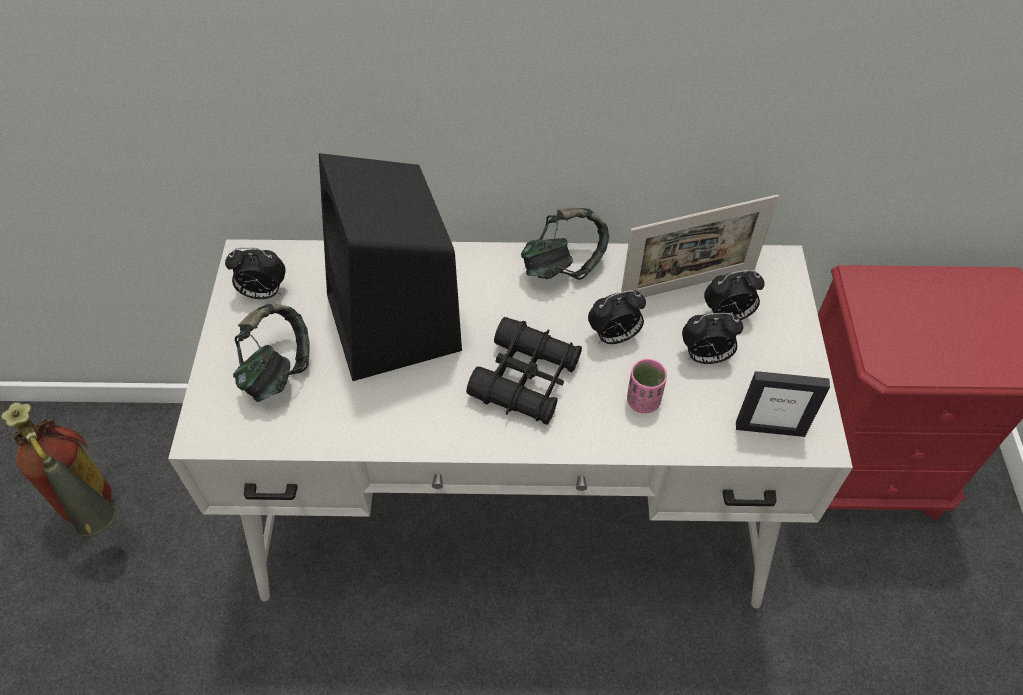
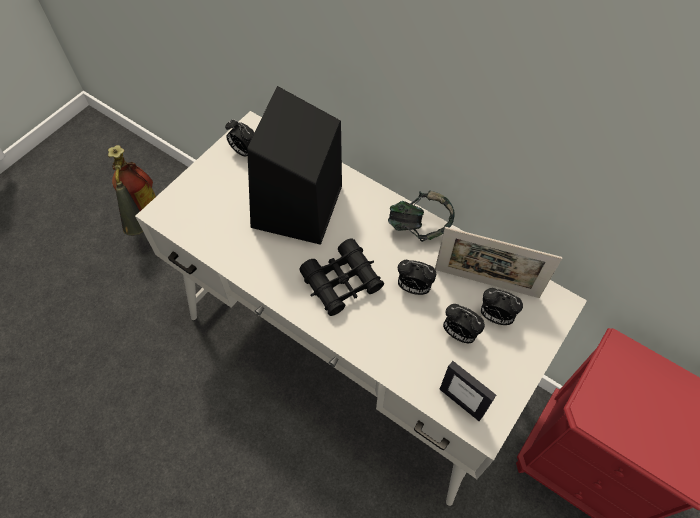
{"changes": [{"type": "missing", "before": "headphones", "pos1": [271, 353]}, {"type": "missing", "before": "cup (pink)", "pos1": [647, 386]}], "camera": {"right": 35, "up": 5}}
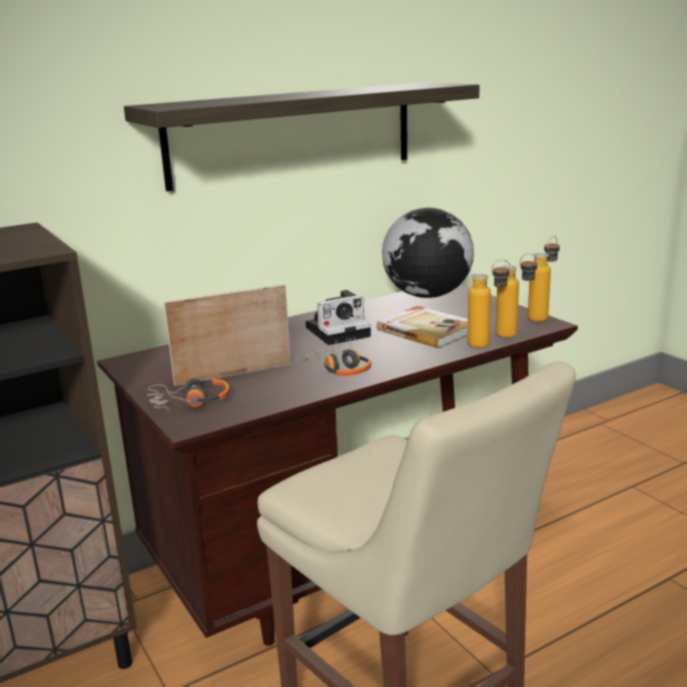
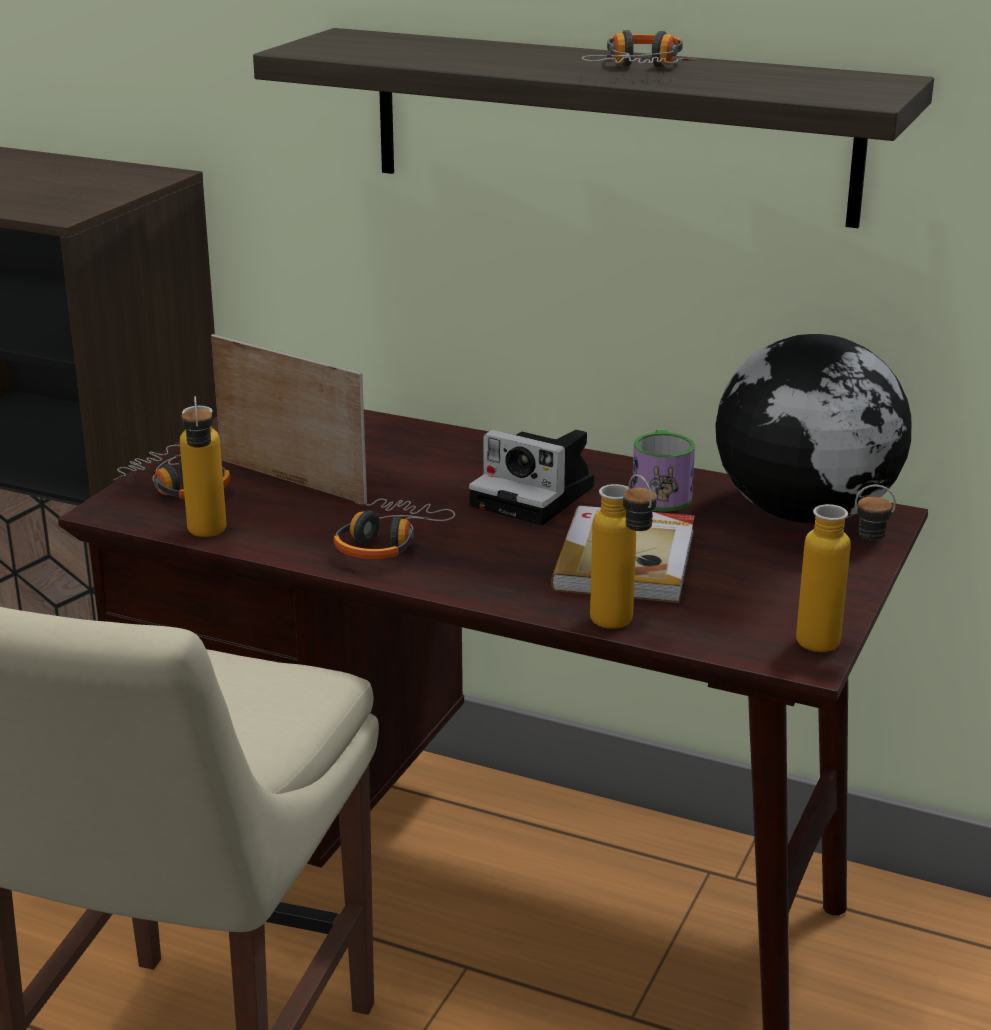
{"changes": [{"type": "appeared", "after": "headphones", "pos2": [639, 48]}, {"type": "appeared", "after": "mug", "pos2": [663, 470]}, {"type": "relocated", "before": "bottle", "pos1": [517, 295], "pos2": [203, 466]}], "camera": {"right": 55, "up": 5}}
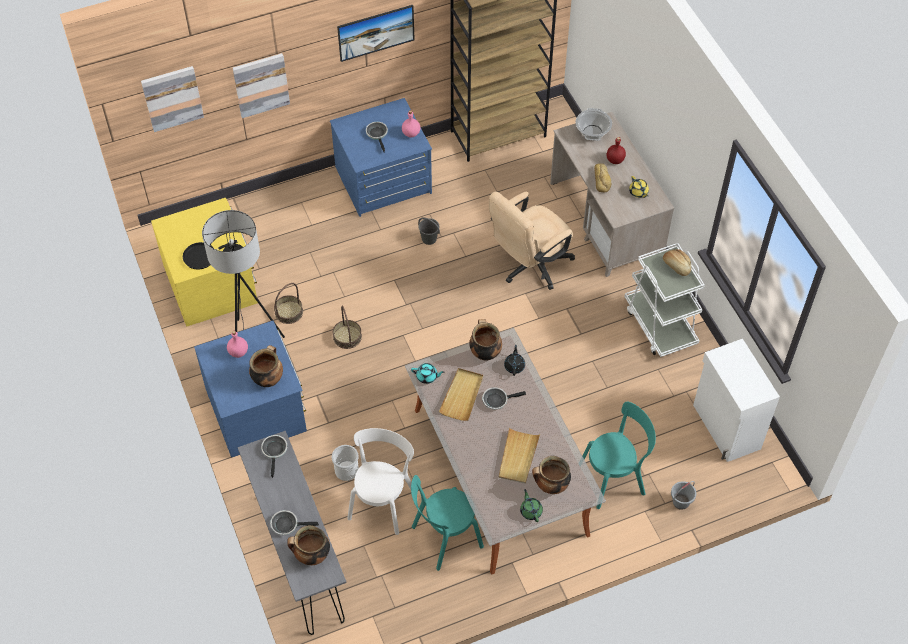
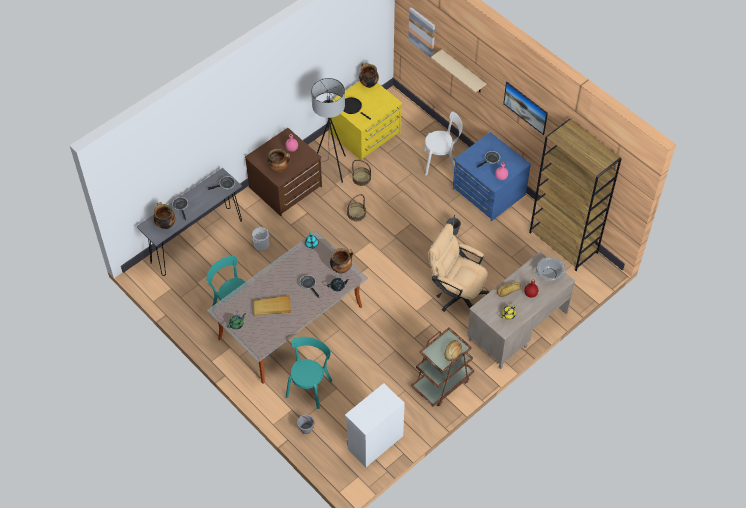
{"changes": [{"type": "missing", "before": "tray (beige)", "pos1": [461, 394]}, {"type": "relocated", "before": "chair (white)", "pos1": [380, 481], "pos2": [443, 143]}, {"type": "relocated", "before": "cooking pot", "pos1": [551, 475], "pos2": [369, 75]}, {"type": "exchanged", "before": "picture", "after": "shelf (beige)", "pos1": [261, 85], "pos2": [458, 71]}, {"type": "colour", "before": "dresser (blue)", "after": "dresser (brown)", "pos1": [250, 389], "pos2": [283, 172]}, {"type": "colour", "before": "cart (white)", "after": "cart (brown)", "pos1": [664, 300], "pos2": [442, 366]}, {"type": "spun", "before": "chair (turquoise)", "pos1": [619, 455], "pos2": [309, 373], "turn": -120}], "camera": {"right": 70, "up": 0}}
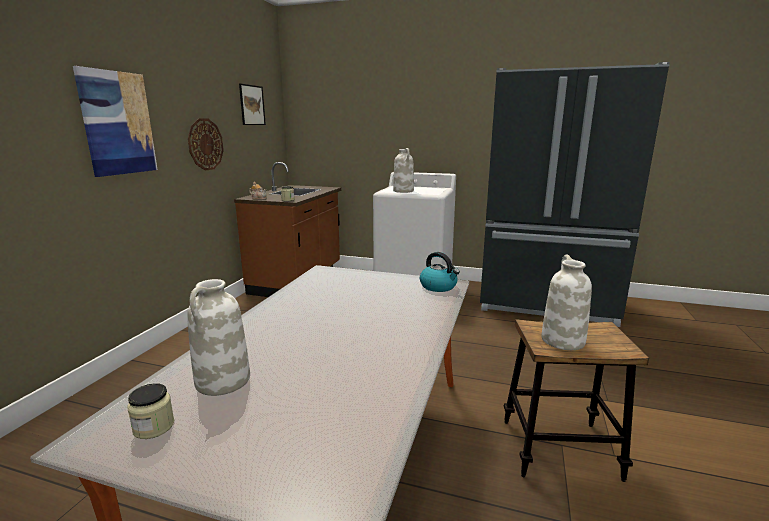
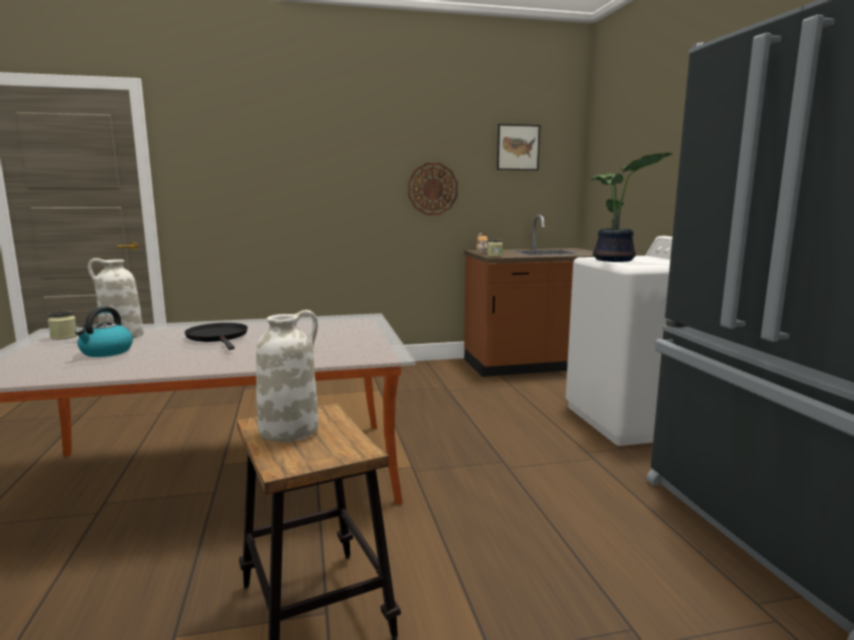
{"changes": [{"type": "missing", "before": "picture", "pos1": [115, 121]}, {"type": "appeared", "after": "frying pan (black)", "pos2": [216, 336]}, {"type": "relocated", "before": "kettle", "pos1": [440, 272], "pos2": [104, 331]}, {"type": "exchanged", "before": "vase (white)", "after": "potted plant", "pos1": [403, 170], "pos2": [631, 207]}], "camera": {"right": 60, "up": -5}}
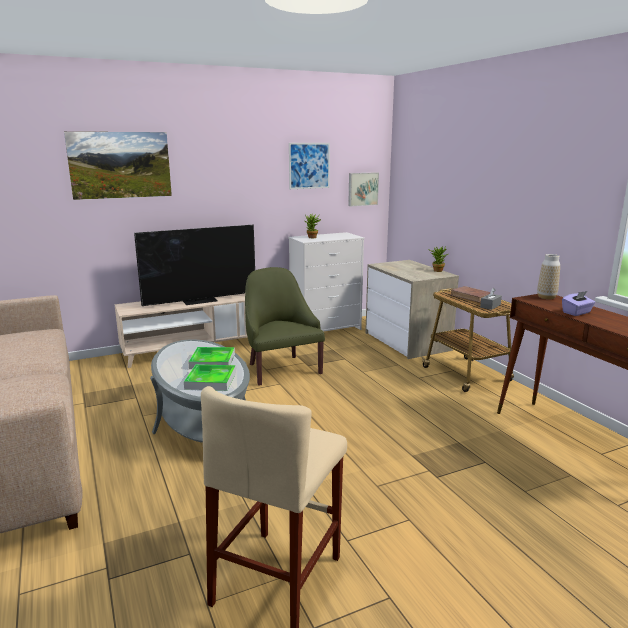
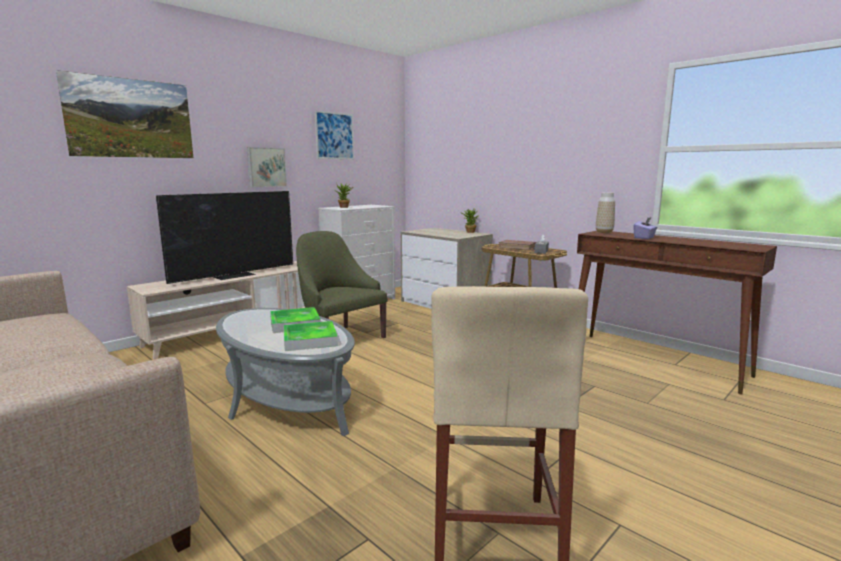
{"changes": [{"type": "relocated", "before": "picture", "pos1": [363, 189], "pos2": [267, 167]}], "camera": {"right": -20, "up": -5}}
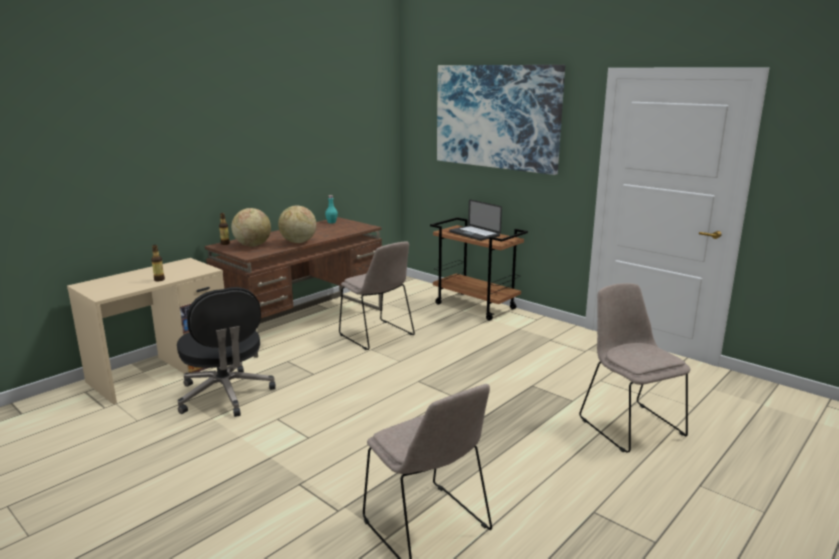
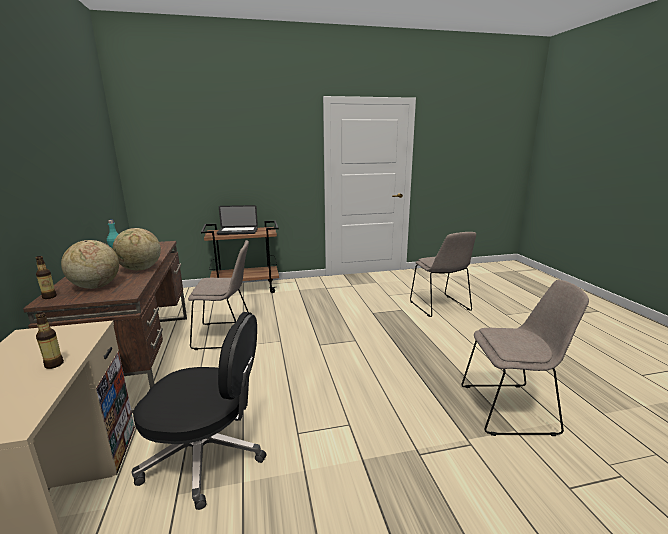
{"changes": [{"type": "missing", "before": "picture", "pos1": [501, 120]}, {"type": "spun", "before": "chair (beige)", "pos1": [634, 368], "pos2": [443, 274], "turn": -120}], "camera": {"right": -55, "up": 0}}
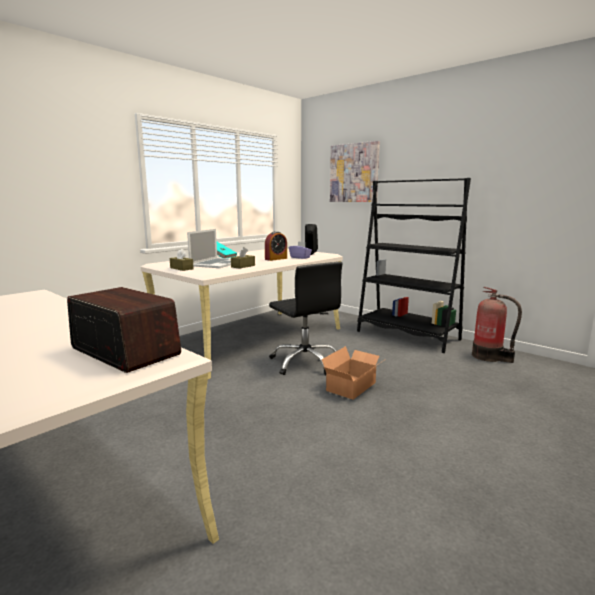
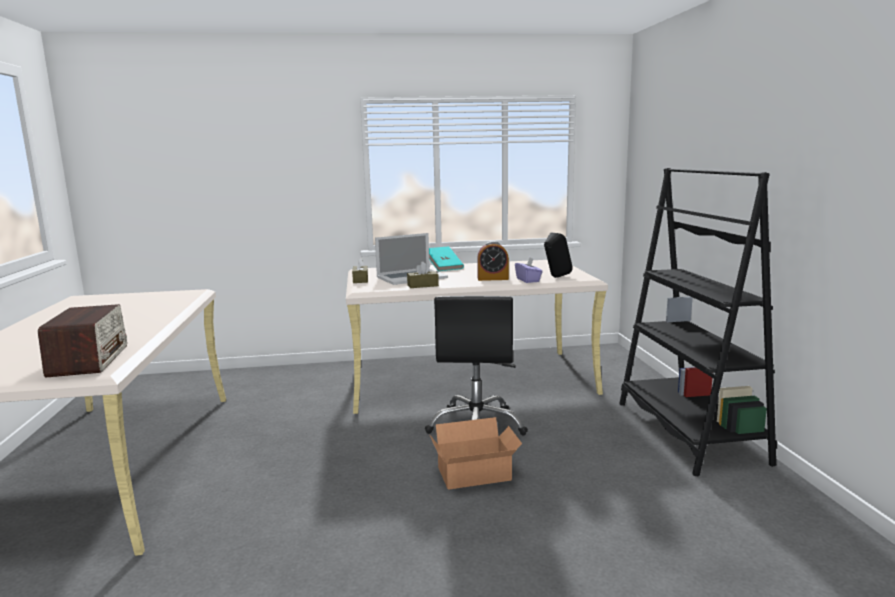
{"changes": [{"type": "missing", "before": "picture", "pos1": [355, 171]}, {"type": "missing", "before": "fire extinguisher", "pos1": [497, 325]}], "camera": {"right": 40, "up": 0}}
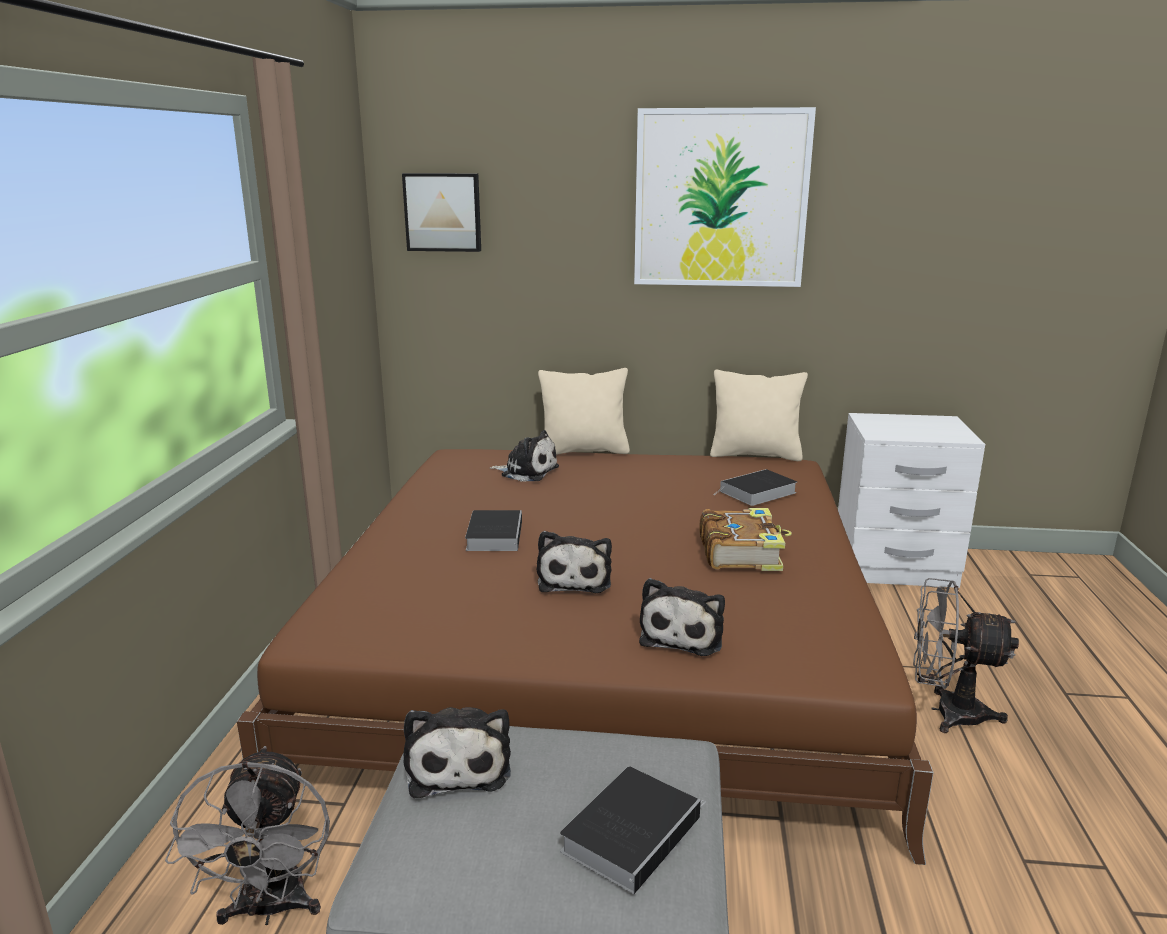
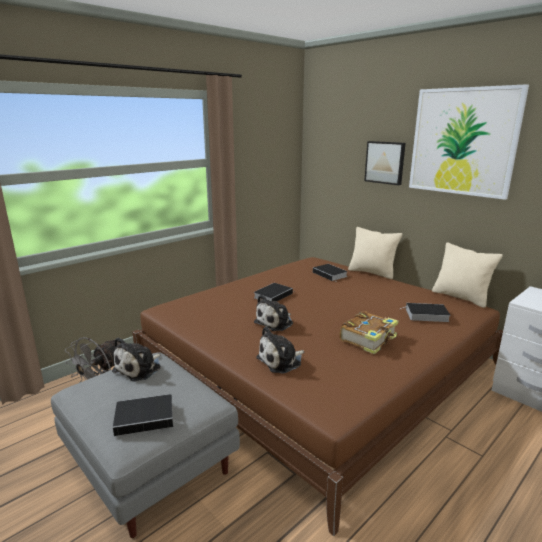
{"changes": [{"type": "missing", "before": "fan (grey)", "pos1": [966, 655]}, {"type": "relocated", "before": "picture", "pos1": [441, 212], "pos2": [385, 163]}, {"type": "exchanged", "before": "plush toy", "after": "book", "pos1": [524, 456], "pos2": [330, 272]}], "camera": {"right": 40, "up": 0}}
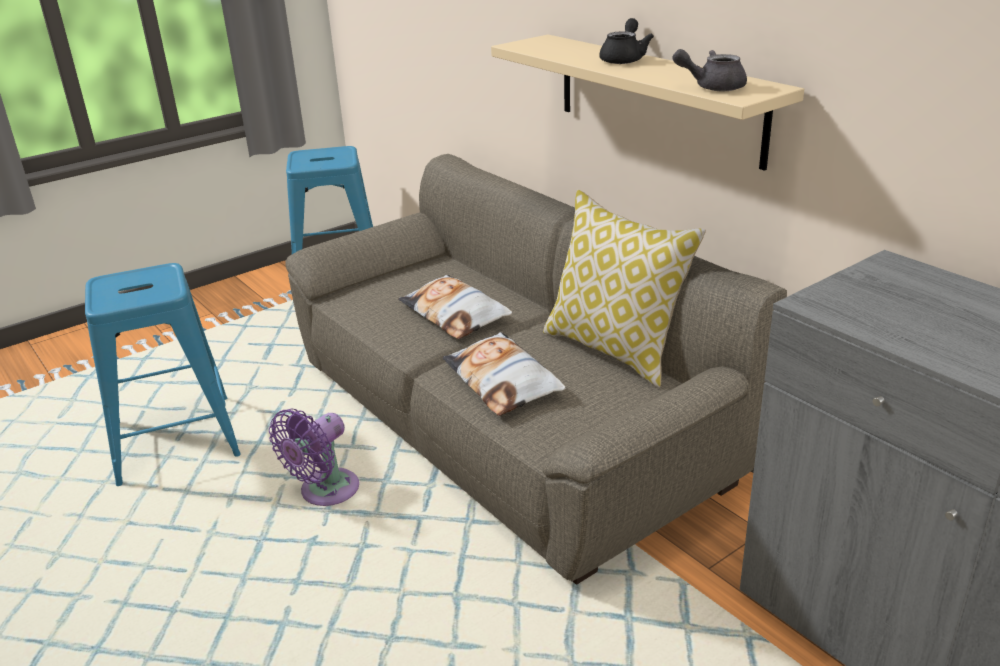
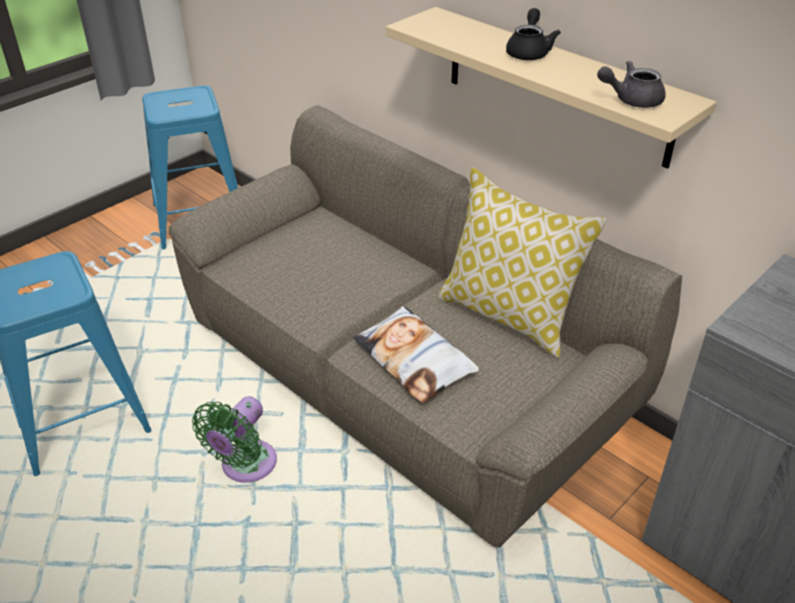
{"changes": [{"type": "missing", "before": "pillow", "pos1": [455, 307]}, {"type": "colour", "before": "fan (purple)", "after": "fan (green)", "pos1": [314, 457], "pos2": [234, 439]}], "camera": {"right": -10, "up": 10}}
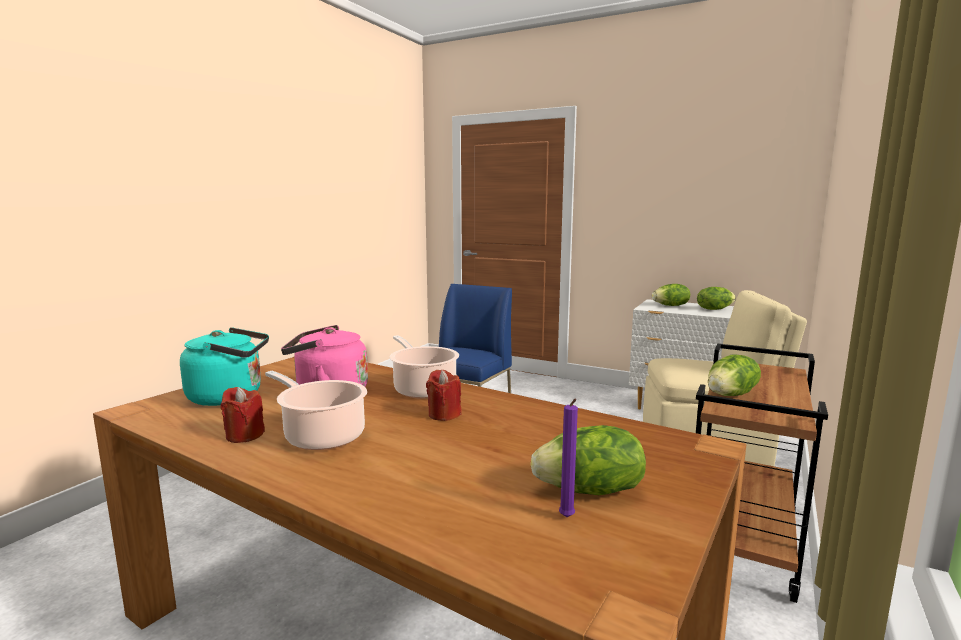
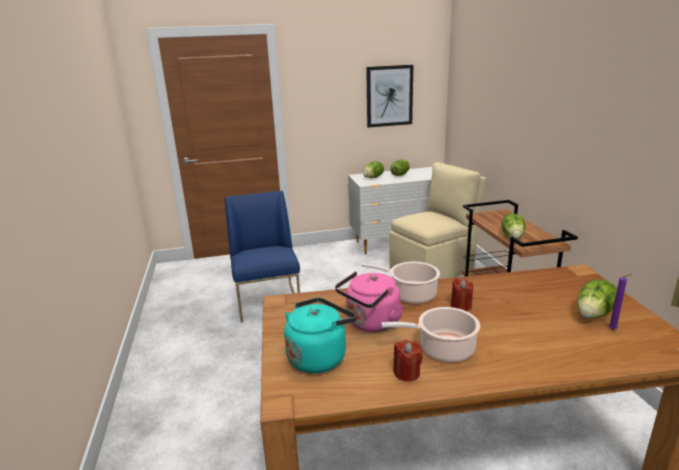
{"changes": [{"type": "appeared", "after": "picture", "pos2": [389, 96]}], "camera": {"right": -40, "up": 10}}
